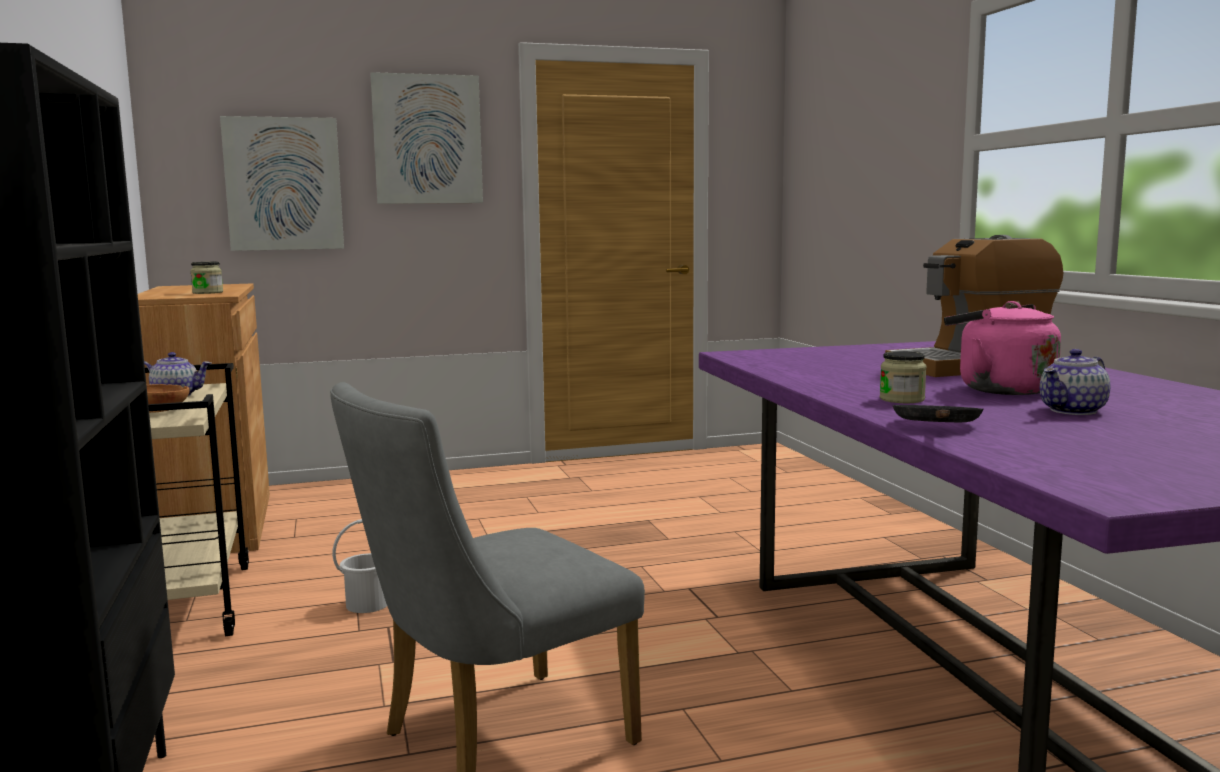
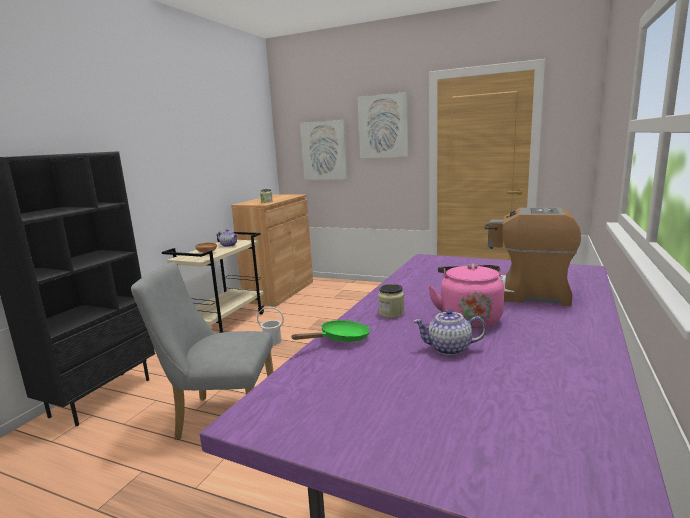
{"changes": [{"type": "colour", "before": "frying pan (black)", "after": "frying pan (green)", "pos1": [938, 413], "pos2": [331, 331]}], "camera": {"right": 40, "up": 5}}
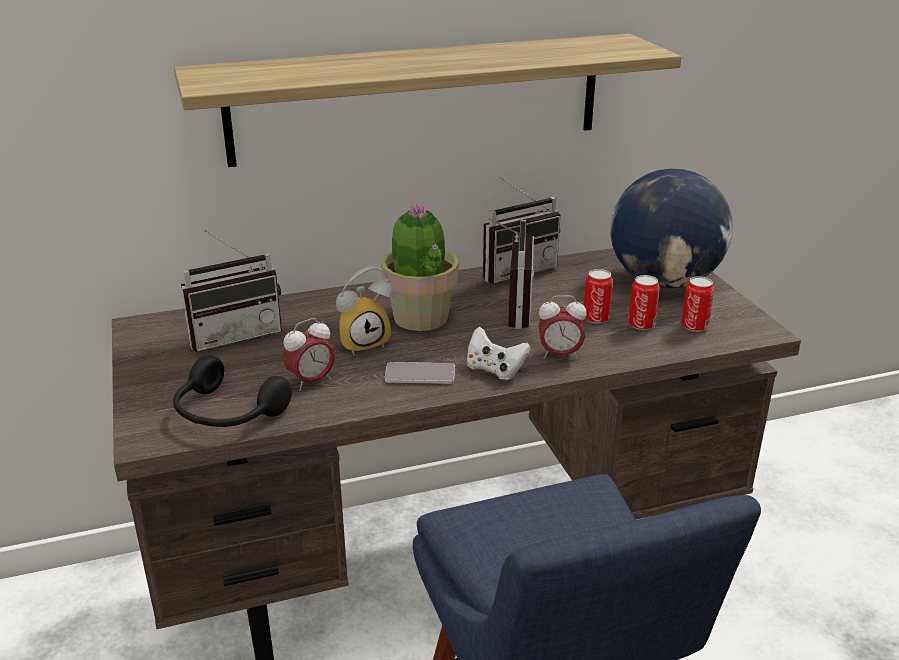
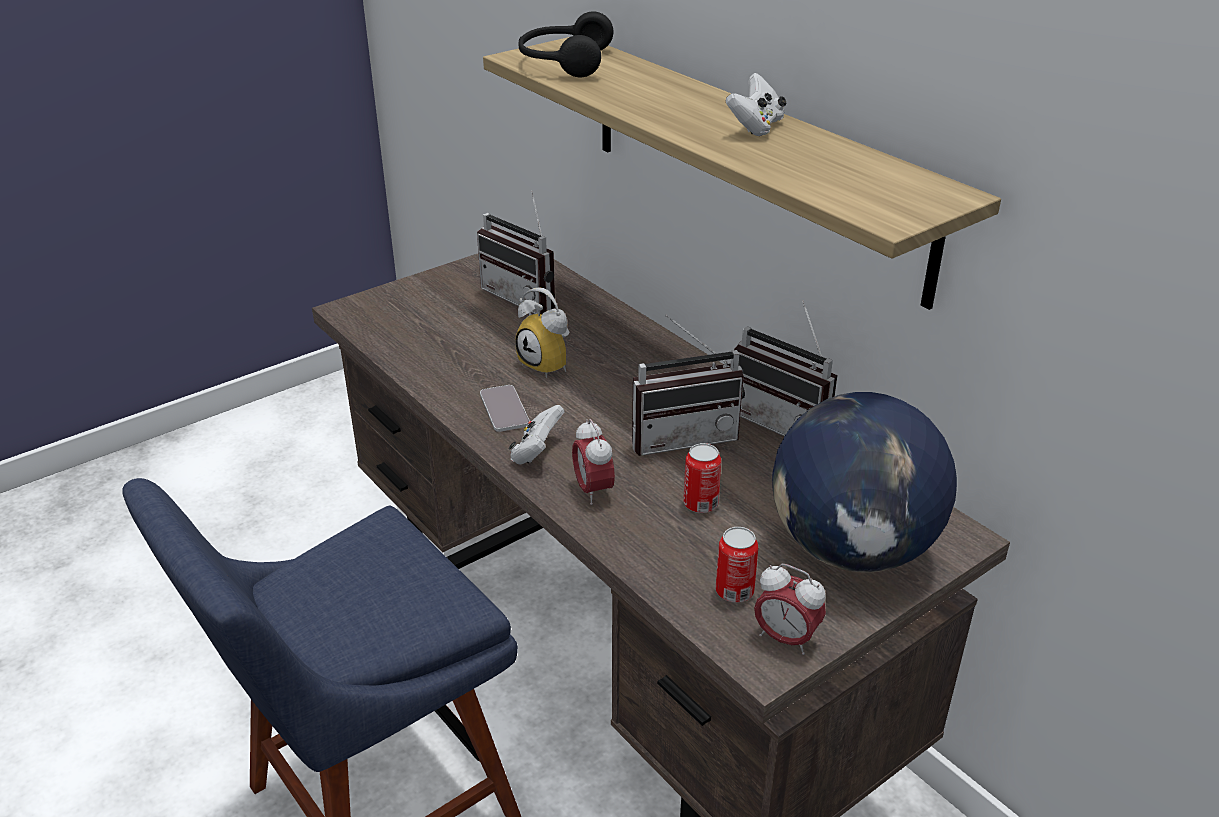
{"changes": [{"type": "missing", "before": "potted plant", "pos1": [420, 267]}, {"type": "missing", "before": "can", "pos1": [644, 302]}, {"type": "appeared", "after": "game controller (white)", "pos2": [756, 104]}, {"type": "relocated", "before": "headphones (black)", "pos1": [232, 391], "pos2": [566, 44]}, {"type": "relocated", "before": "alarm clock", "pos1": [309, 354], "pos2": [790, 609]}], "camera": {"right": 70, "up": 5}}
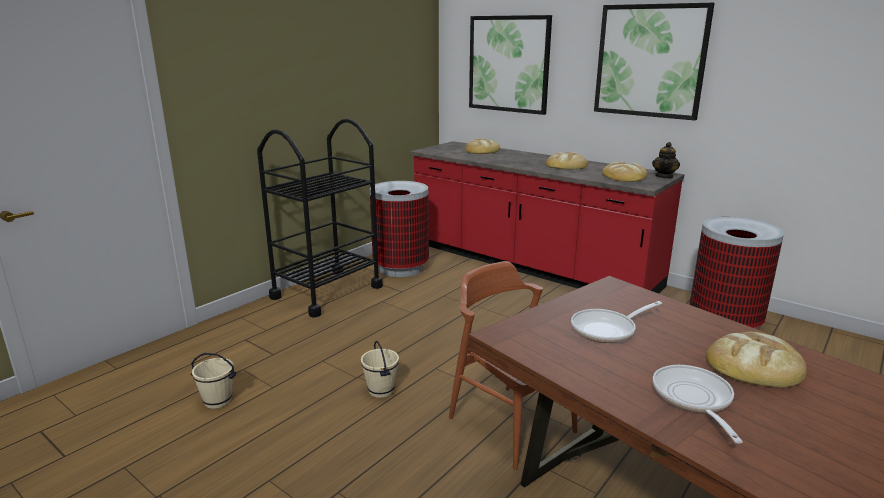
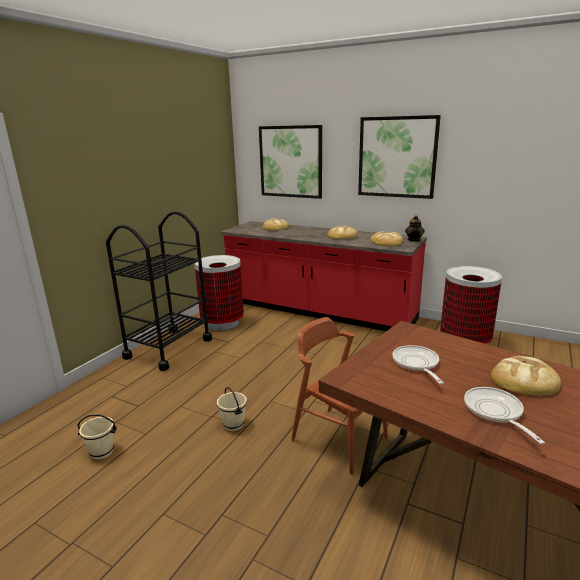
{"changes": [{"type": "spun", "before": "frying pan", "pos1": [616, 322], "pos2": [418, 364], "turn": 120}], "camera": {"right": -10, "up": 0}}
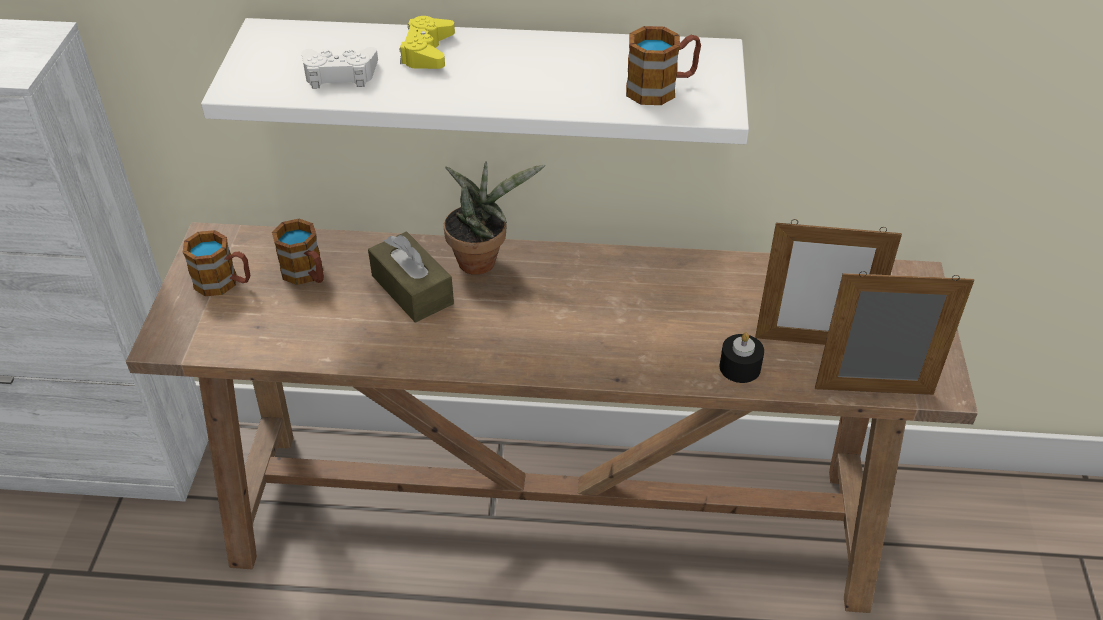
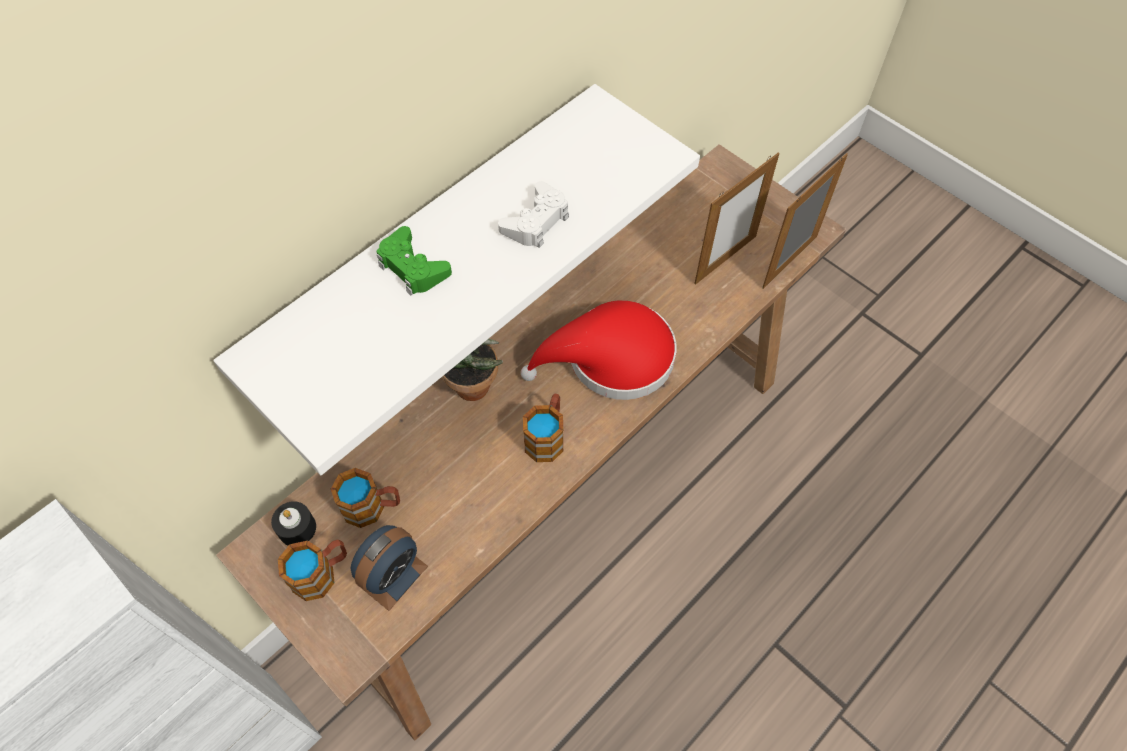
{"changes": [{"type": "missing", "before": "tissue box (brown)", "pos1": [411, 277]}, {"type": "appeared", "after": "alarm clock", "pos2": [389, 568]}, {"type": "appeared", "after": "hat (red)", "pos2": [599, 350]}, {"type": "relocated", "before": "game controller (white)", "pos1": [339, 68], "pos2": [533, 214]}, {"type": "relocated", "before": "mug", "pos1": [663, 65], "pos2": [543, 428]}, {"type": "relocated", "before": "candle (black)", "pos1": [742, 358], "pos2": [293, 523]}, {"type": "colour", "before": "game controller (yellow)", "after": "game controller (green)", "pos1": [427, 42], "pos2": [414, 260]}], "camera": {"right": -50, "up": 15}}
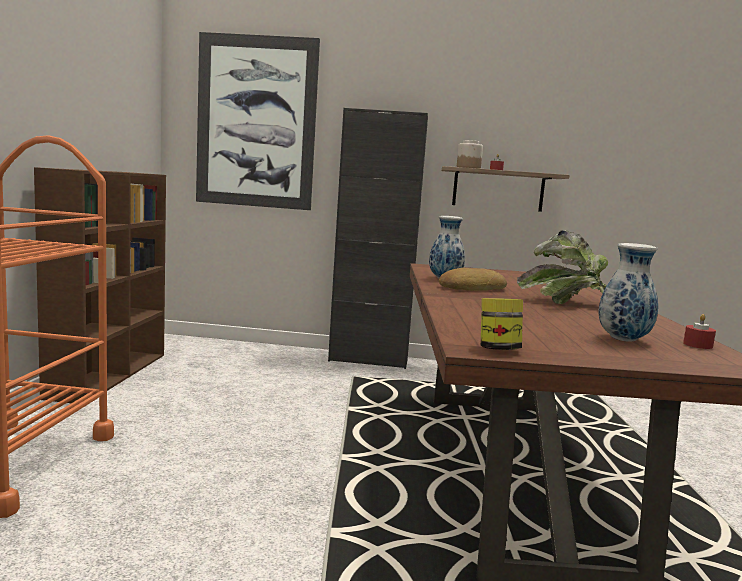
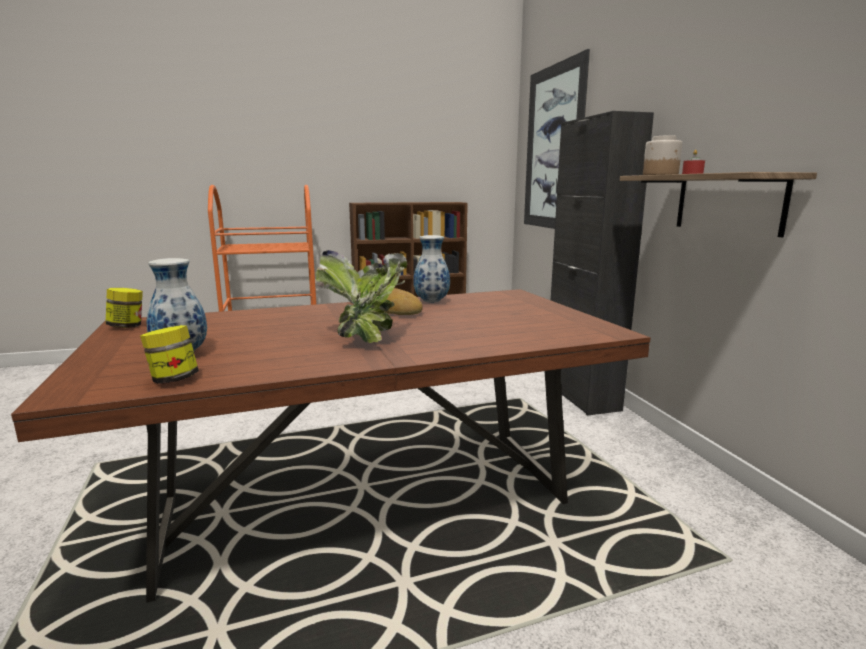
{"changes": [{"type": "exchanged", "before": "candle (red)", "after": "jar", "pos1": [699, 331], "pos2": [169, 354]}], "camera": {"right": 70, "up": 5}}
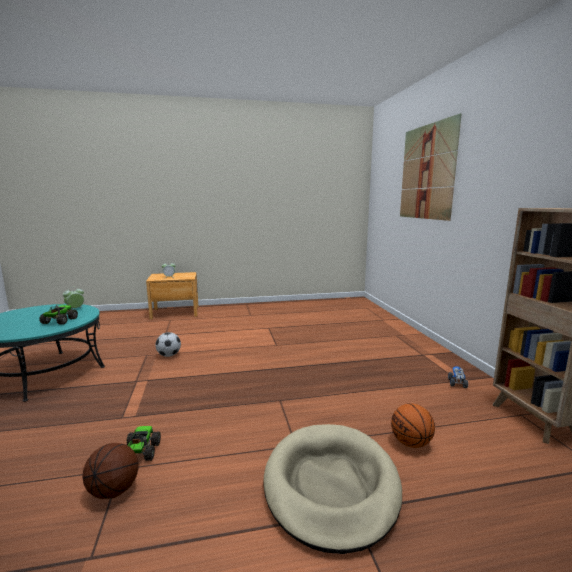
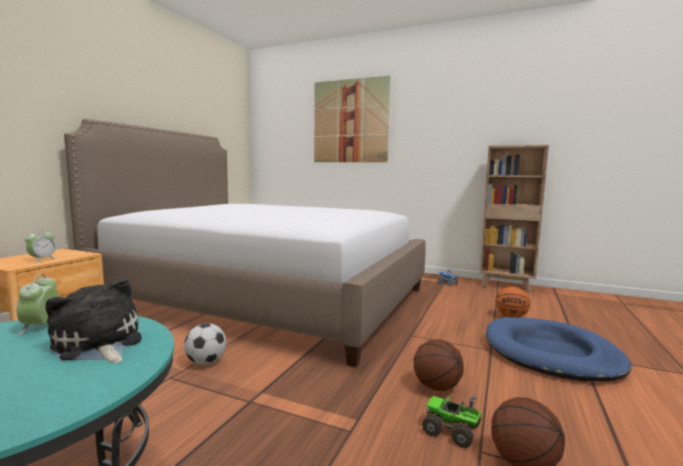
{"changes": [{"type": "appeared", "after": "bed", "pos2": [245, 243]}, {"type": "appeared", "after": "basketball", "pos2": [438, 365]}, {"type": "exchanged", "before": "toy truck", "after": "plush toy", "pos1": [58, 314], "pos2": [93, 321]}, {"type": "colour", "before": "dog bed (beige)", "after": "dog bed (blue)", "pos1": [333, 489], "pos2": [558, 349]}], "camera": {"right": -55, "up": -5}}
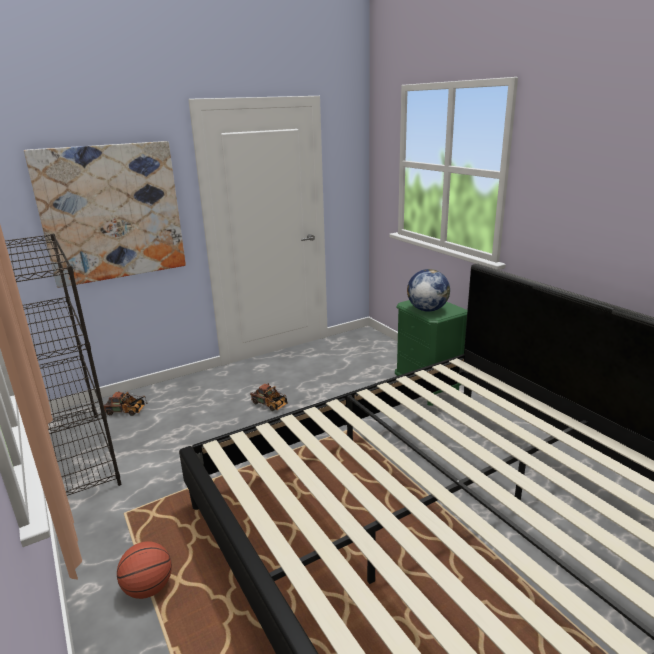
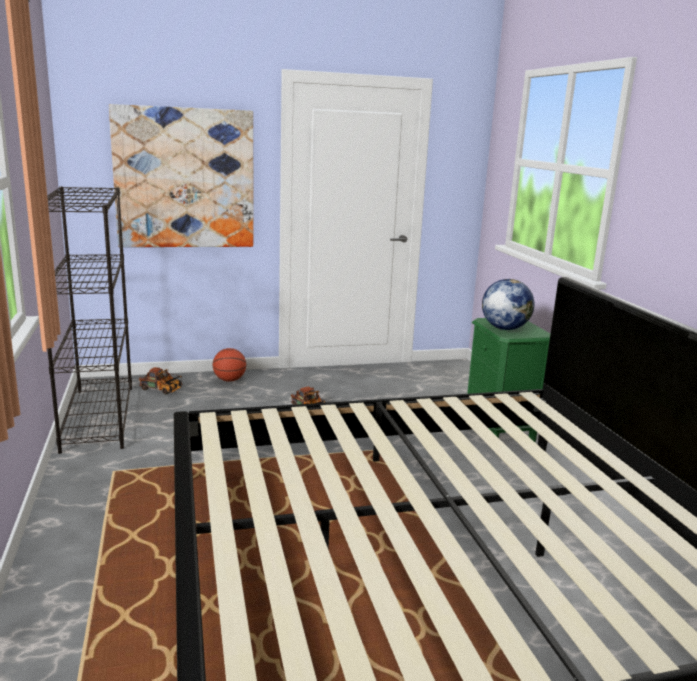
{"changes": [{"type": "relocated", "before": "basketball", "pos1": [144, 570], "pos2": [229, 365]}], "camera": {"right": 15, "up": -5}}
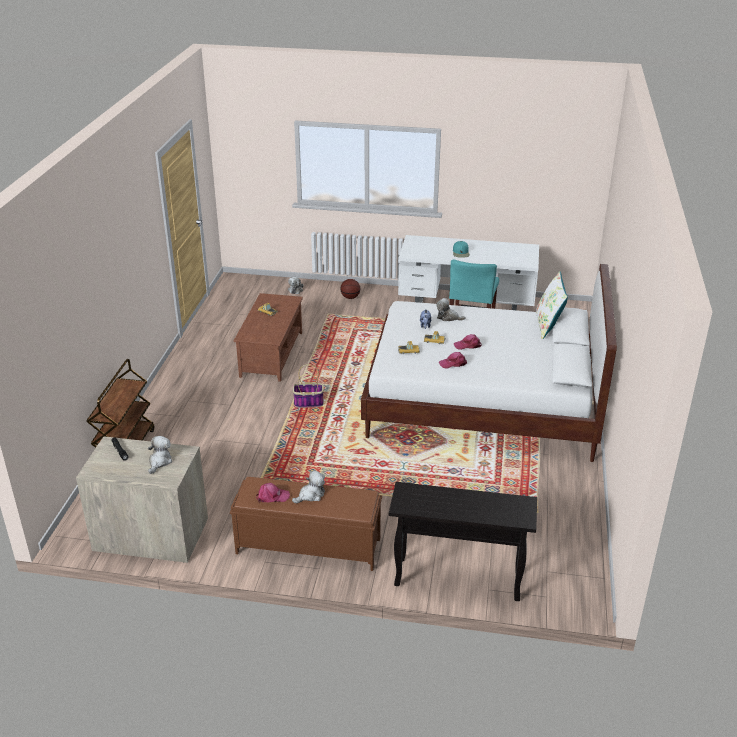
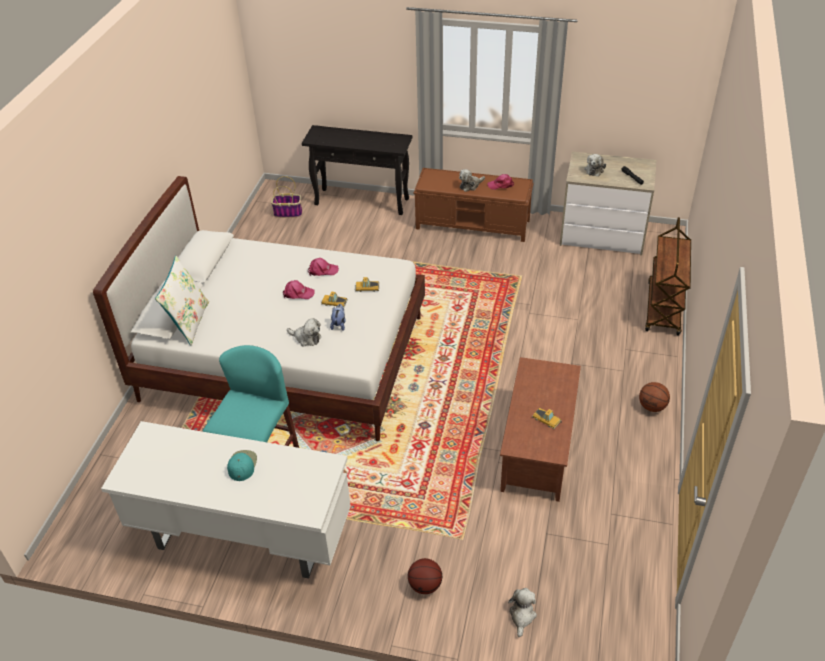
{"changes": [{"type": "appeared", "after": "basketball", "pos2": [654, 397]}, {"type": "relocated", "before": "basket", "pos1": [308, 386], "pos2": [286, 197]}], "camera": {"right": -175, "up": 10}}
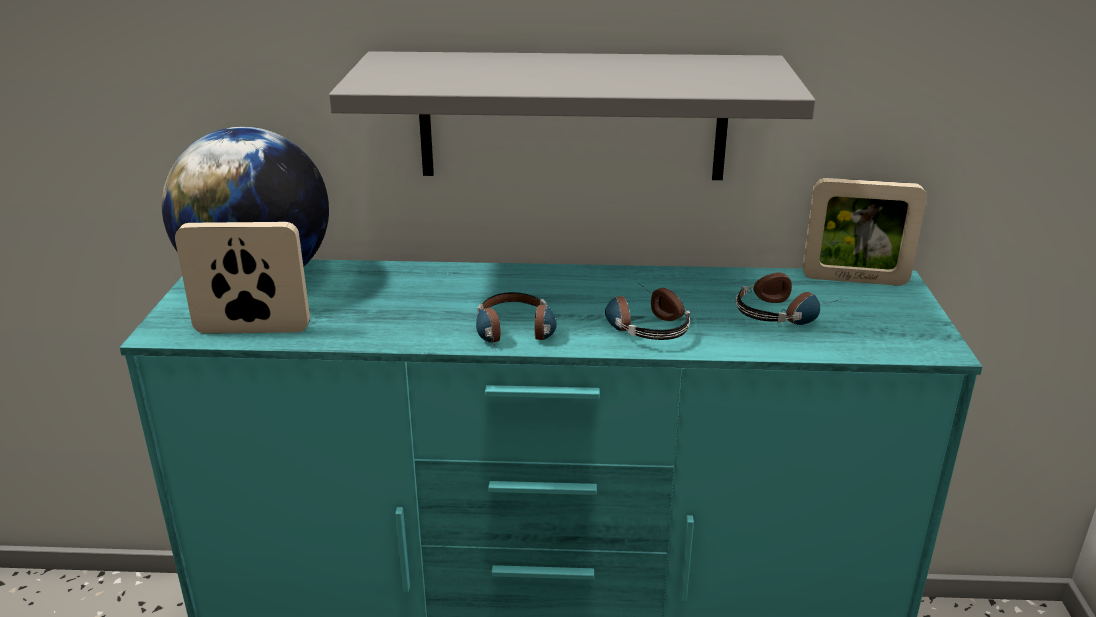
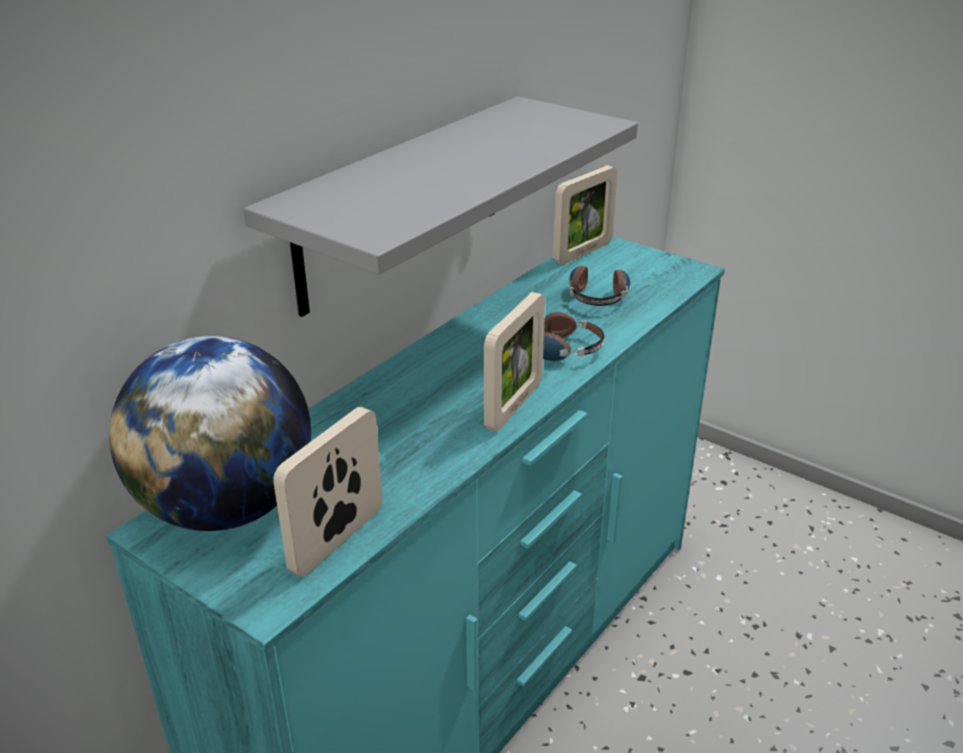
{"changes": [{"type": "exchanged", "before": "headphones", "after": "picture frame", "pos1": [516, 321], "pos2": [514, 362]}], "camera": {"right": -55, "up": 5}}
